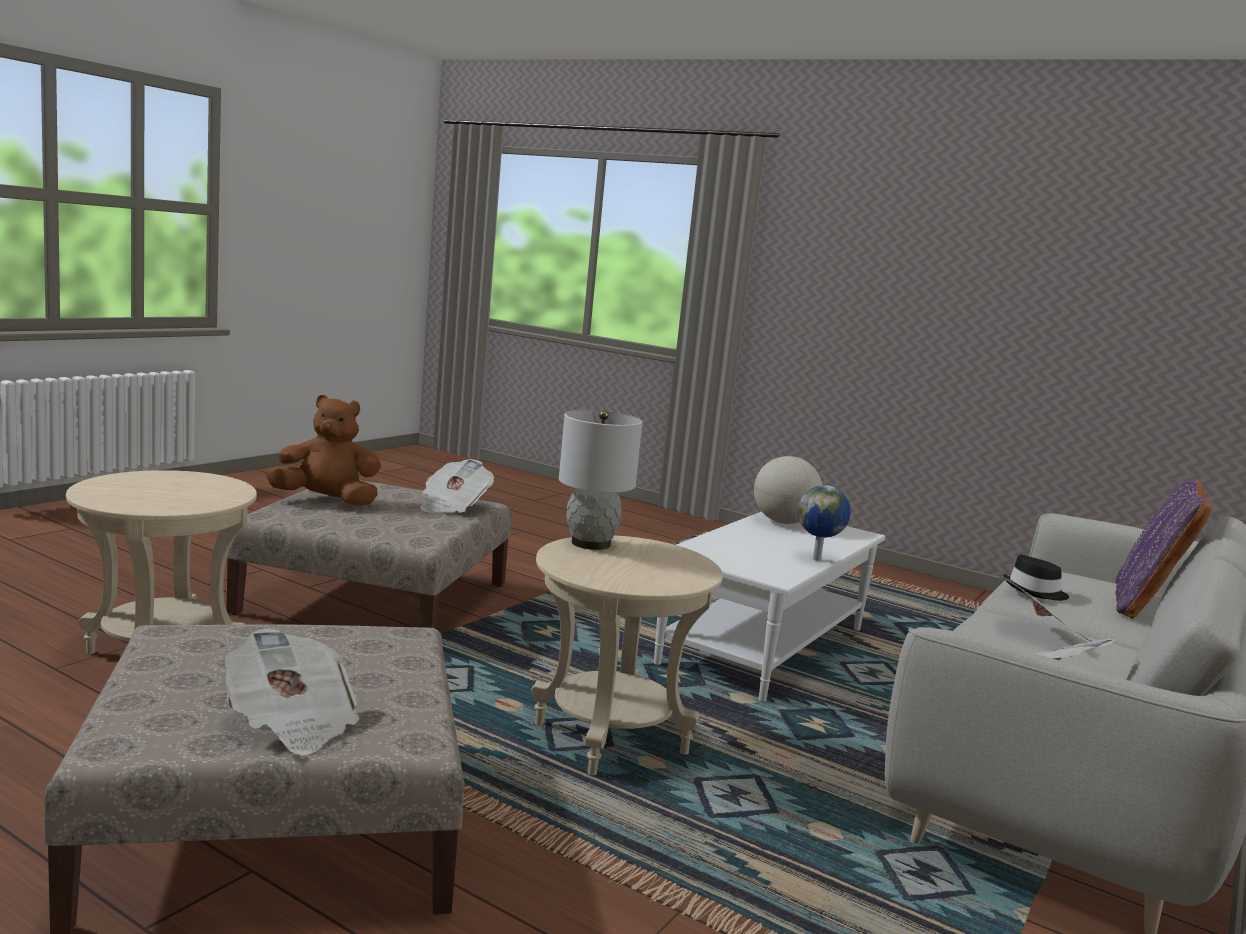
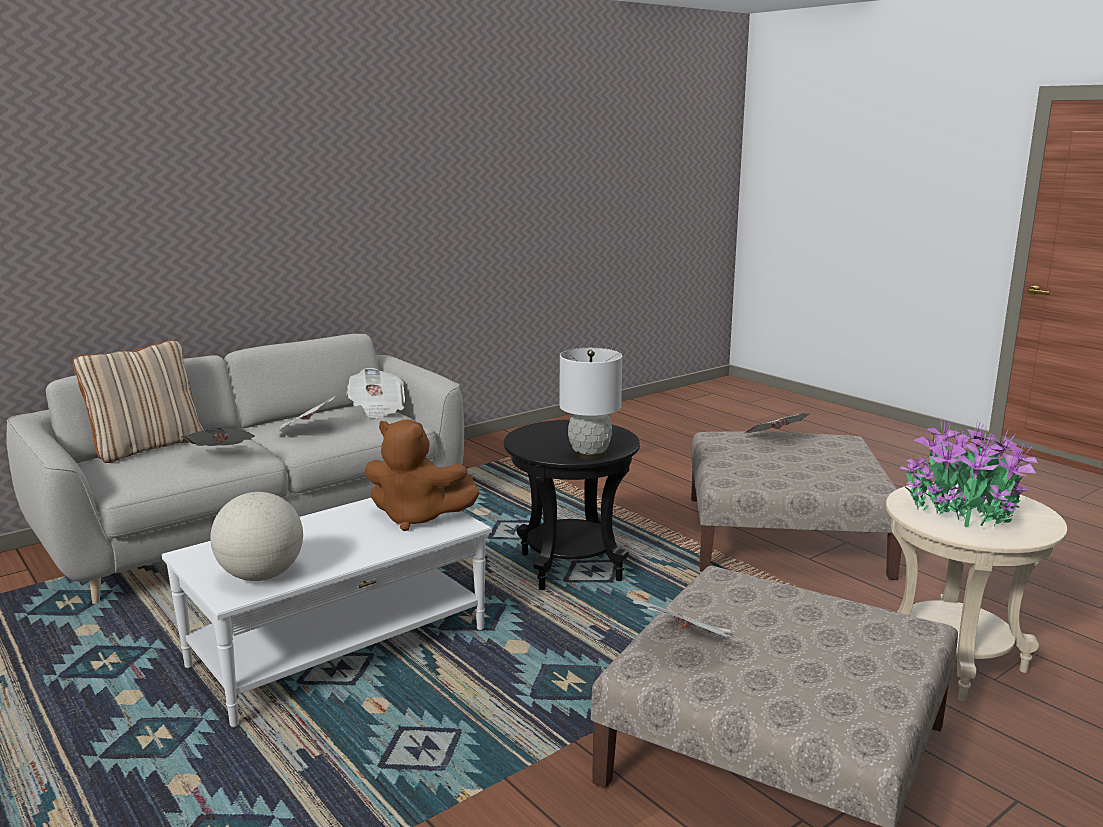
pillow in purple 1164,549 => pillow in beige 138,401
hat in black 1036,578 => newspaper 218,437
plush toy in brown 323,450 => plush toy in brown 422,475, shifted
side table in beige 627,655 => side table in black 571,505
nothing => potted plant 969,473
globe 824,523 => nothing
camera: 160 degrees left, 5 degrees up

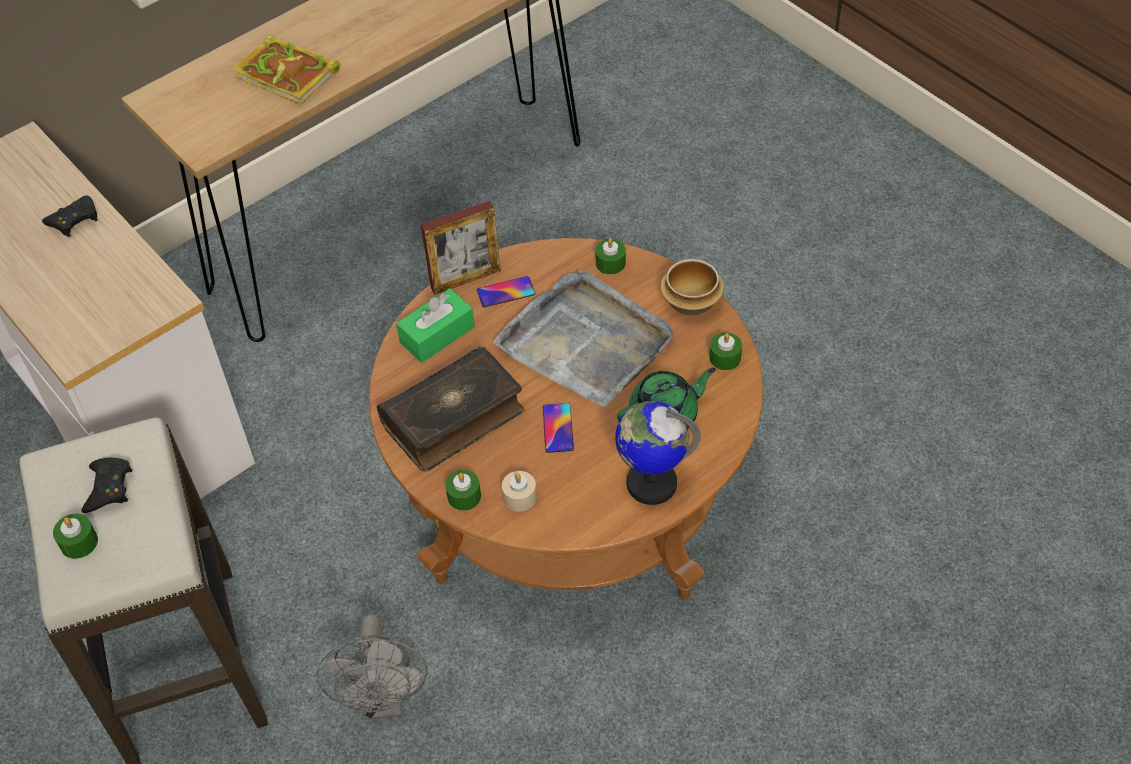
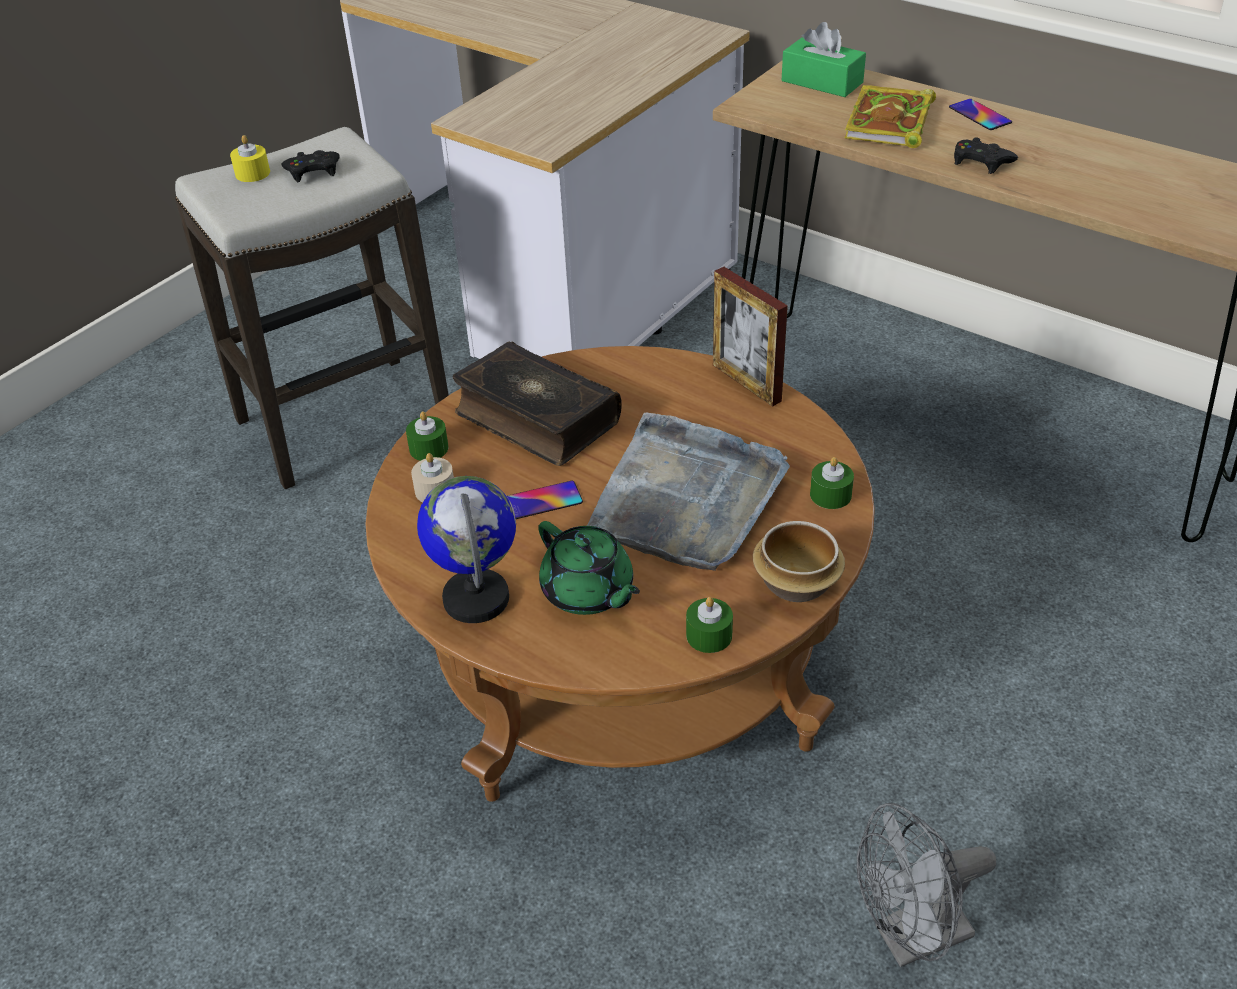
candle in green 75,536 => candle in yellow 250,158
tissue box in green 435,325 => tissue box in green 824,59, shifted
fan in grey 371,667 => fan in grey 926,885, shifted
phone 506,291 => phone 980,114, shifted
game controller in black 70,216 => game controller in black 986,156, shifted
camera: 75 degrees right, 10 degrees down

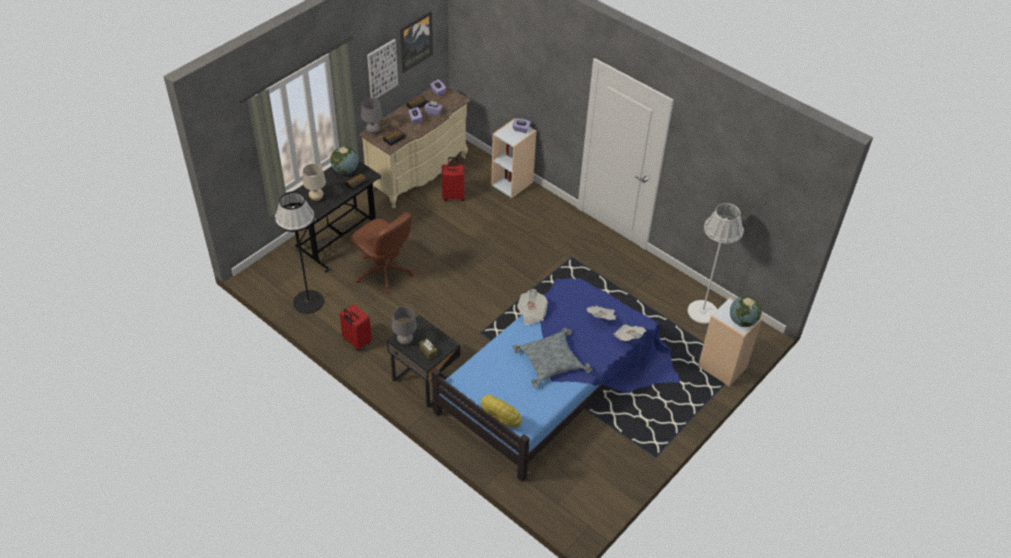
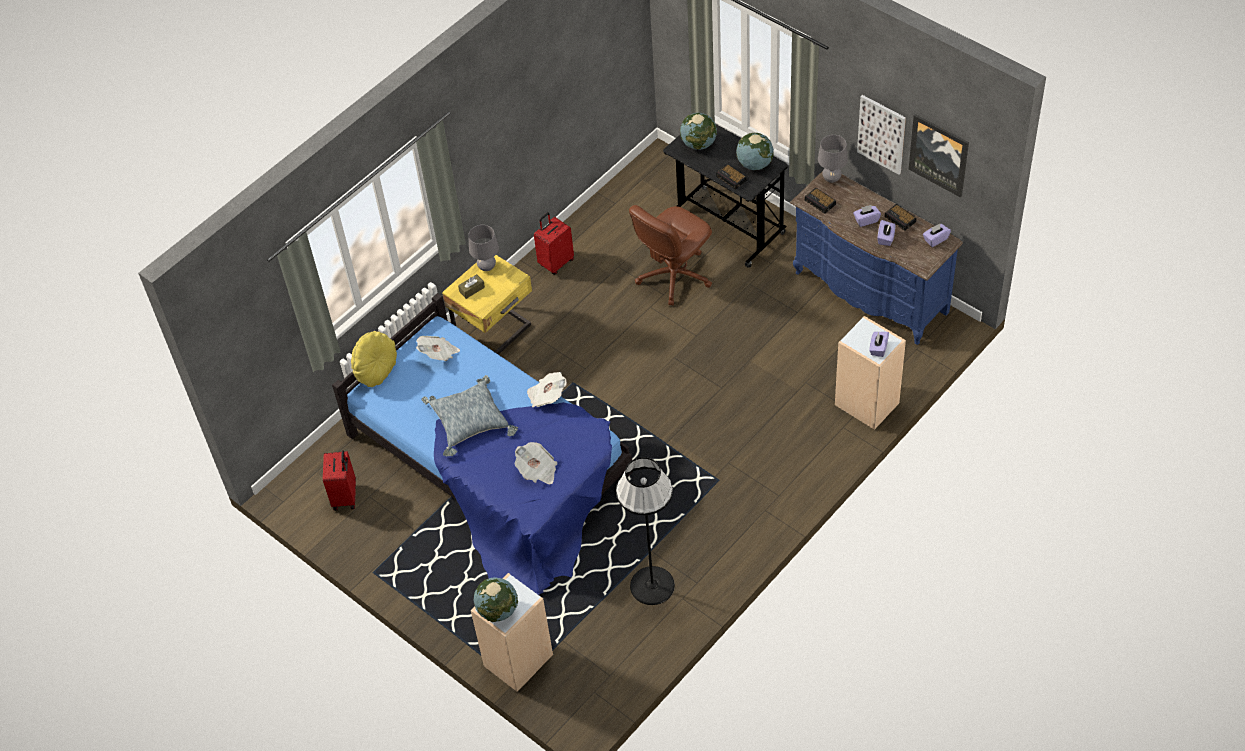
suitcase in red 453,179 => suitcase in red 339,480, shifted
newspaper 629,333 => newspaper 438,348, shifted
nightstand in black 423,361 => nightstand in yellow 487,305
floor lamp in black 299,252 => floor lamp in black 645,531, shifted
table lamp in beige 314,182 => globe 698,131
dresser in beige 415,146 => dresser in blue 876,258
floor lamp in white 716,263 => nothing
camera: 95 degrees right, 5 degrees up

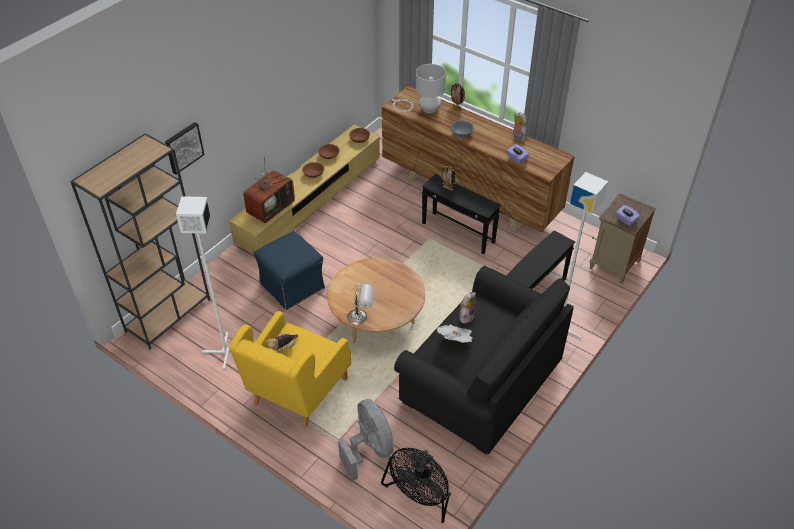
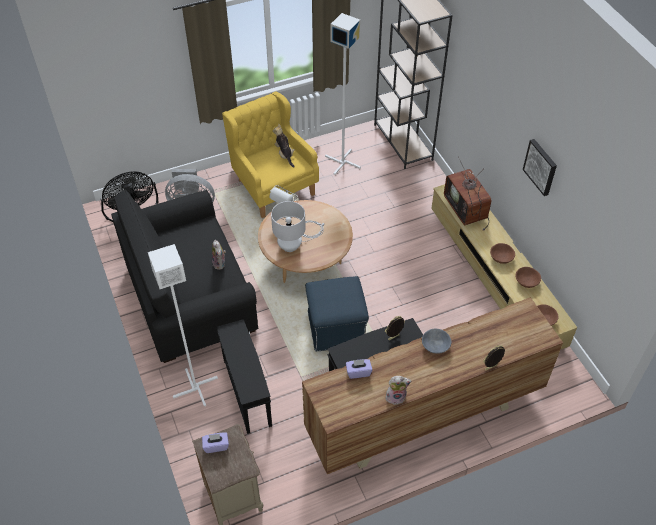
table lamp in white 419,89 => table lamp in white 297,226, shifted
ottoman in blue 289,270 => ottoman in blue 337,314, shifted
picture 185,148 => picture 540,167, shifted
newspaper 455,333 => nothing
camera: 120 degrees right, 5 degrees up

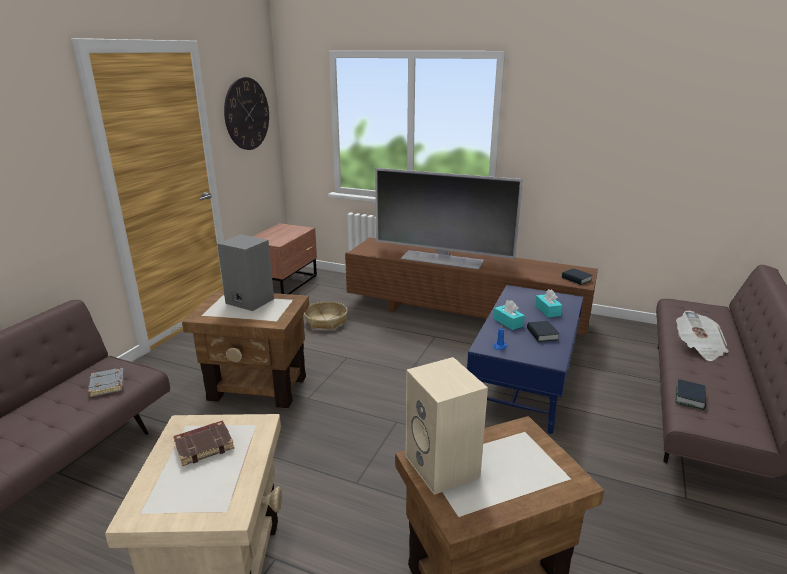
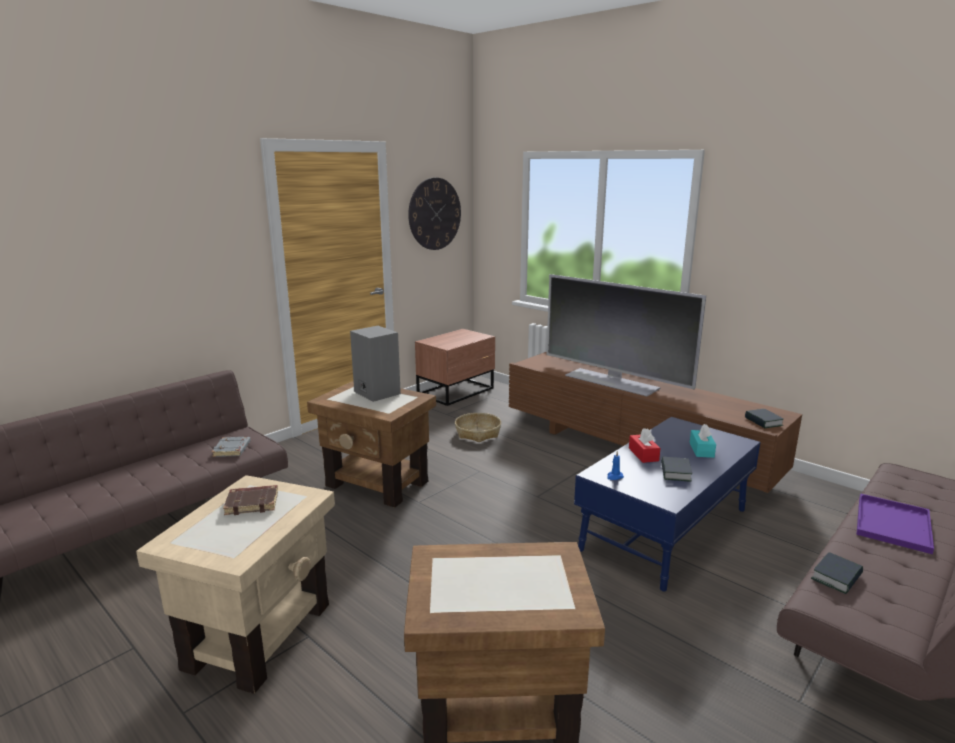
tissue box in turquoise 509,315 => tissue box in red 645,445
newspaper 702,336 => tray in purple 895,523
speaker in beige 446,426 => nothing
camera: 20 degrees right, 5 degrees down

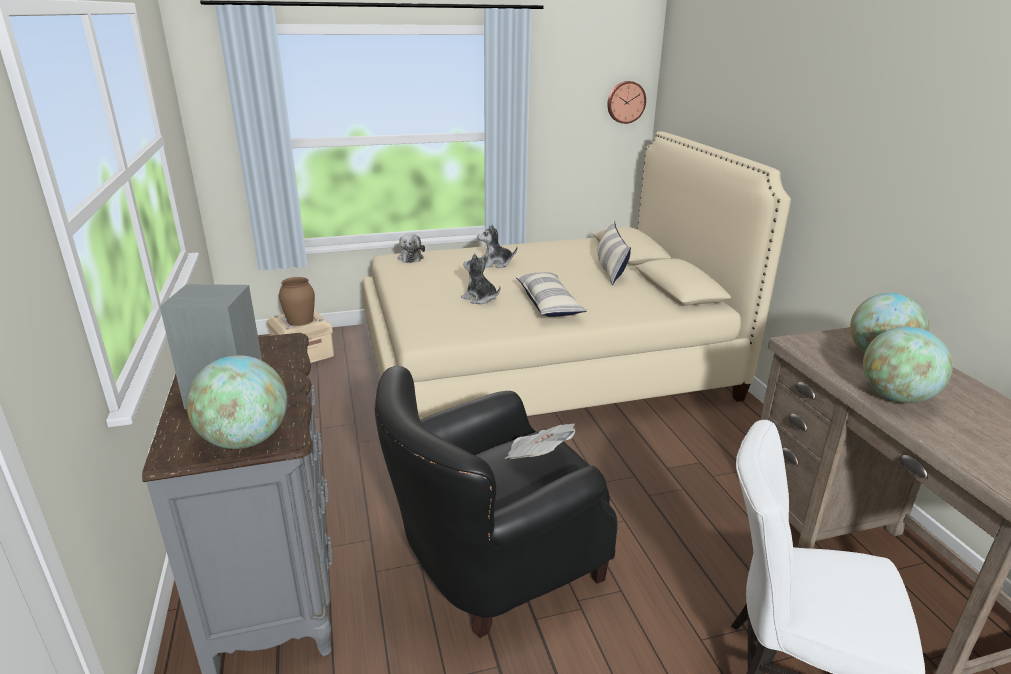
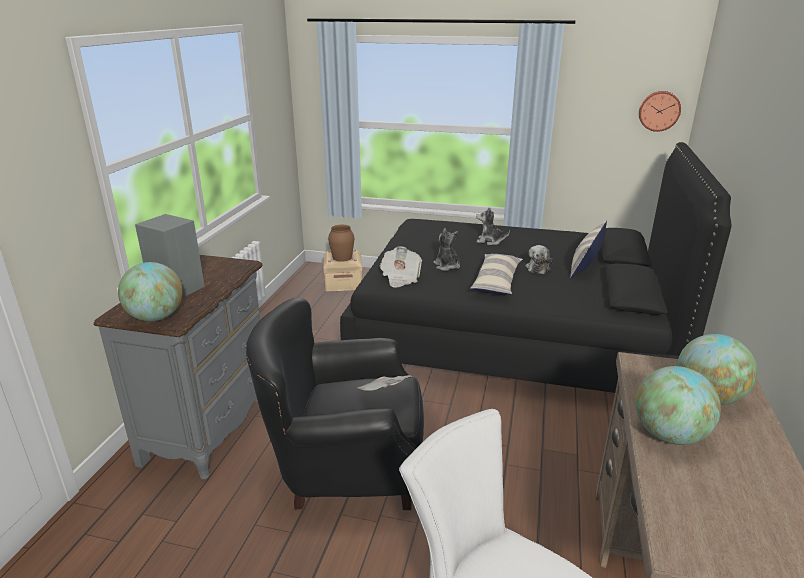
bed in beige 577,275 => bed in black 535,267
nothing => newspaper 401,267
plush toy 411,248 => plush toy 539,259, shifted
camera: 30 degrees right, 0 degrees up

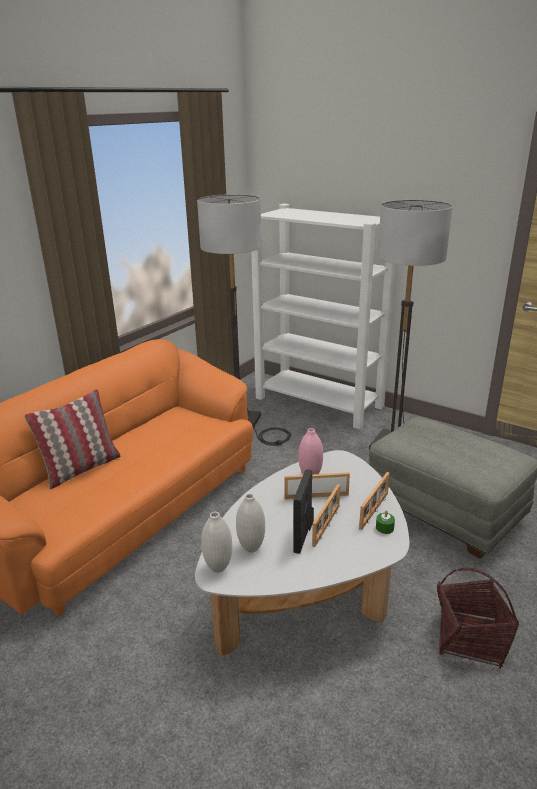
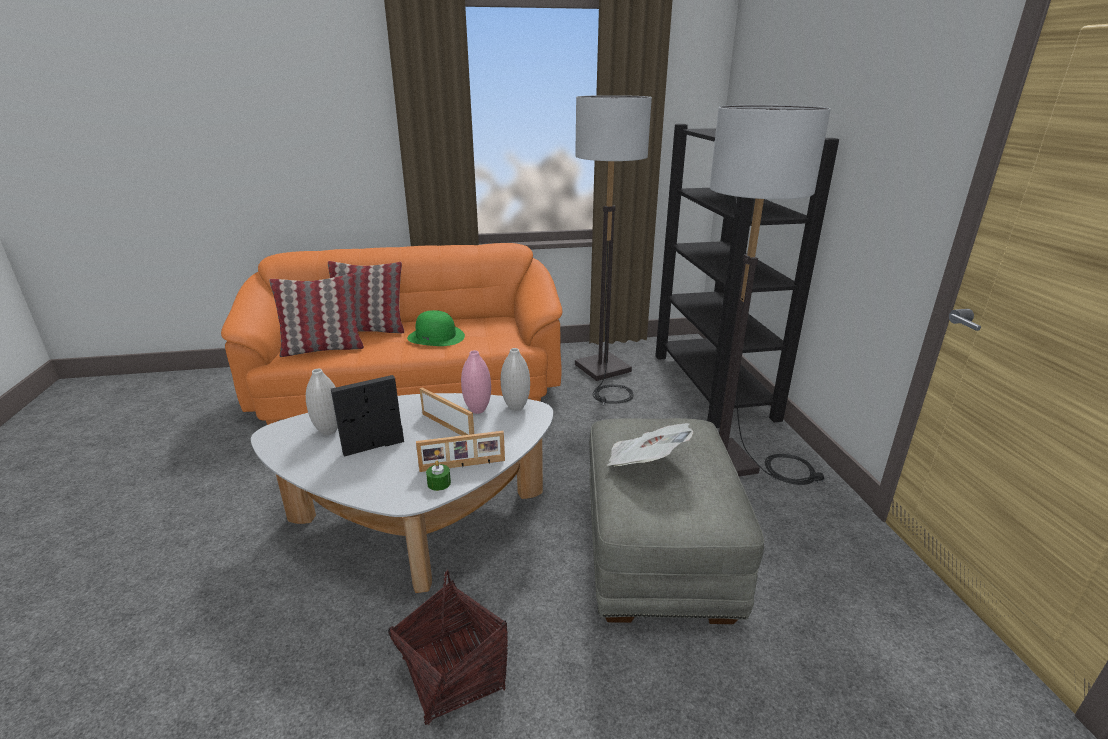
nothing => pillow 316,315
nothing => hat in green 436,328
vase in white 216,542 => vase in white 515,379, shifted
nothing => newspaper 650,444
bookcase in white 323,316 => bookcase in black 747,276
picture frame 326,515 => nothing
camera: 45 degrees right, 0 degrees up

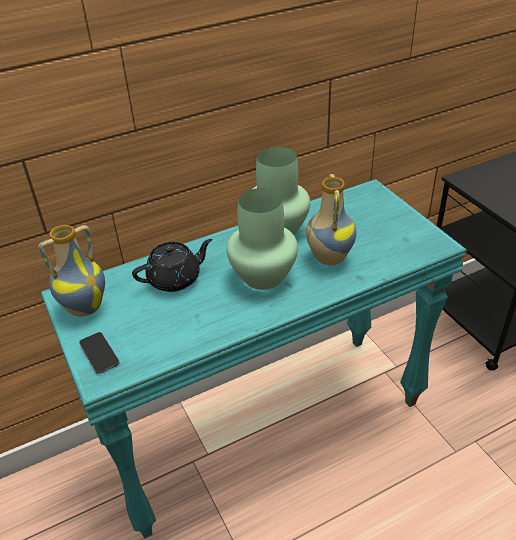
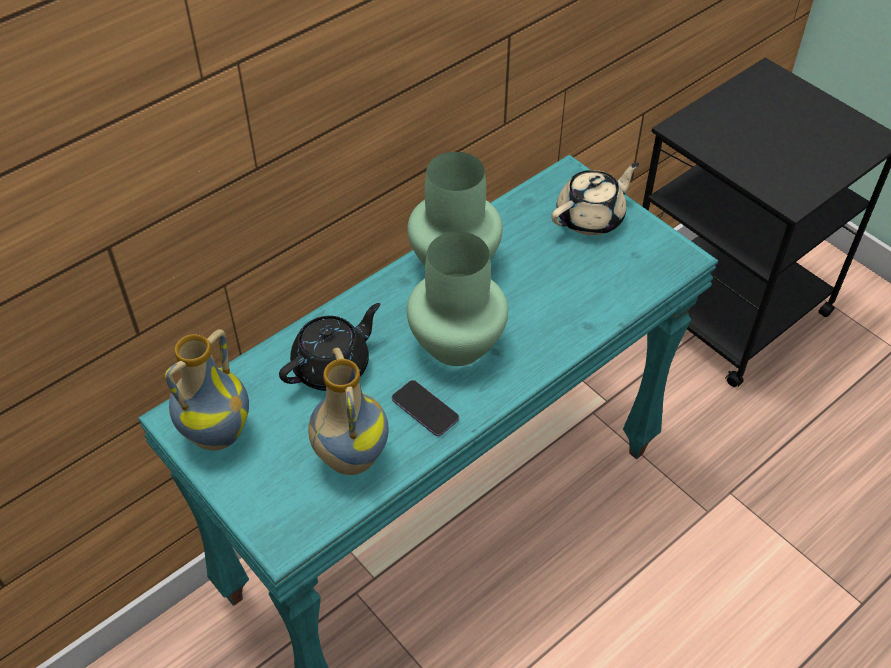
vase 331,219 => vase 348,411, shifted
phone 99,353 => phone 425,408, shifted
nothing => teapot in beige 595,198
camera: 15 degrees left, 10 degrees up

